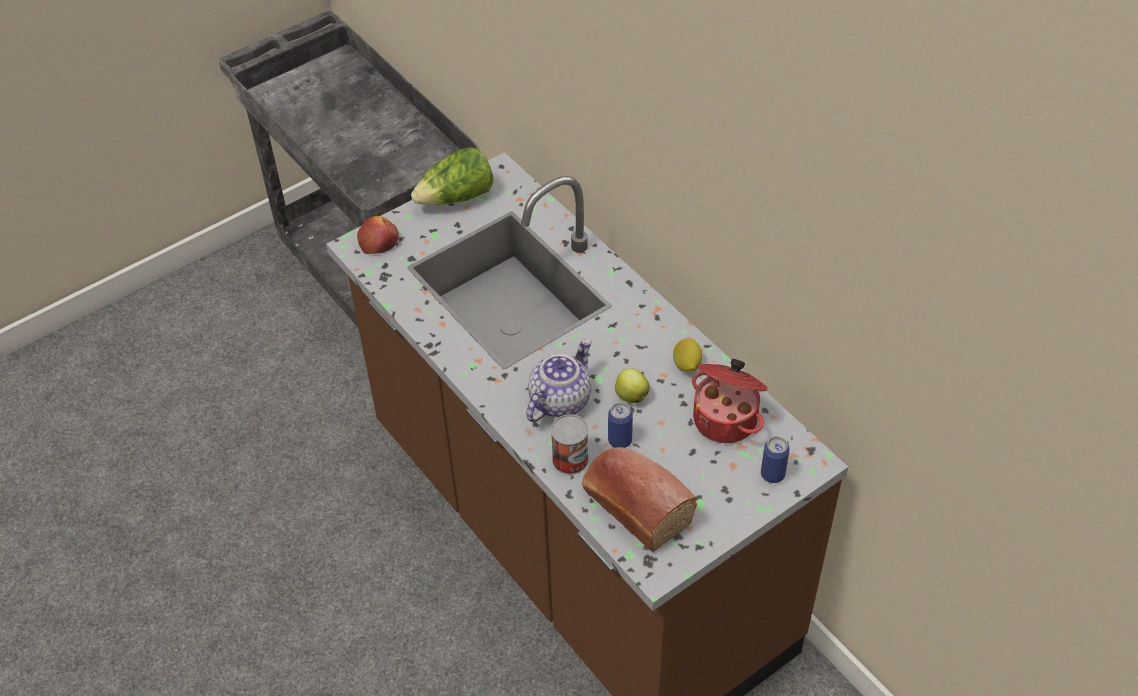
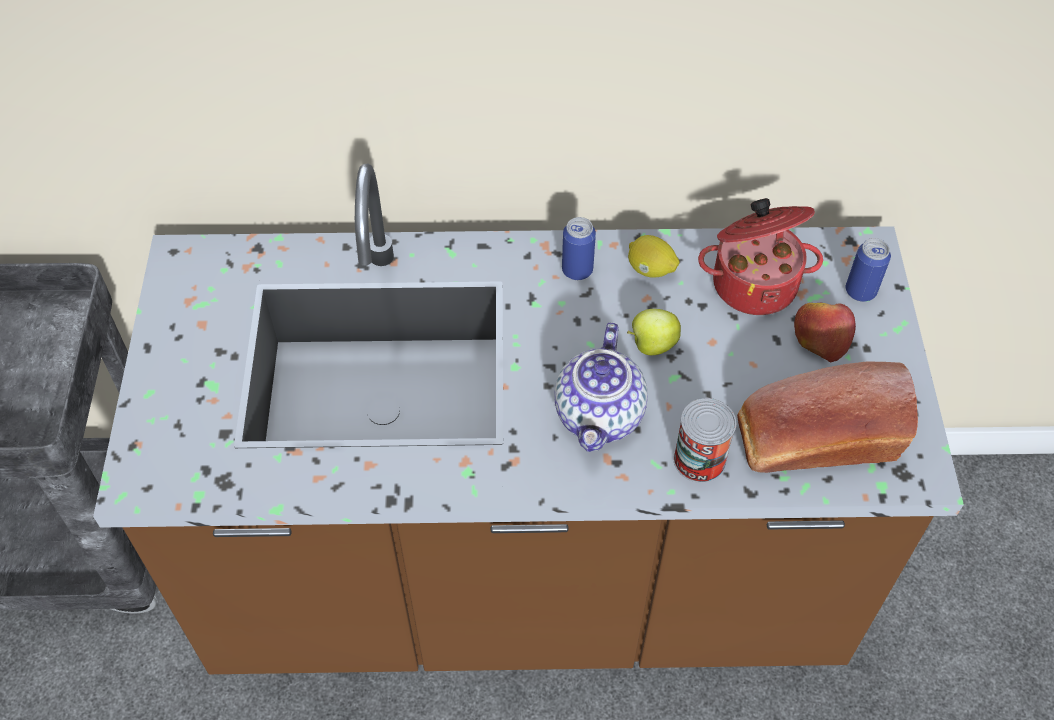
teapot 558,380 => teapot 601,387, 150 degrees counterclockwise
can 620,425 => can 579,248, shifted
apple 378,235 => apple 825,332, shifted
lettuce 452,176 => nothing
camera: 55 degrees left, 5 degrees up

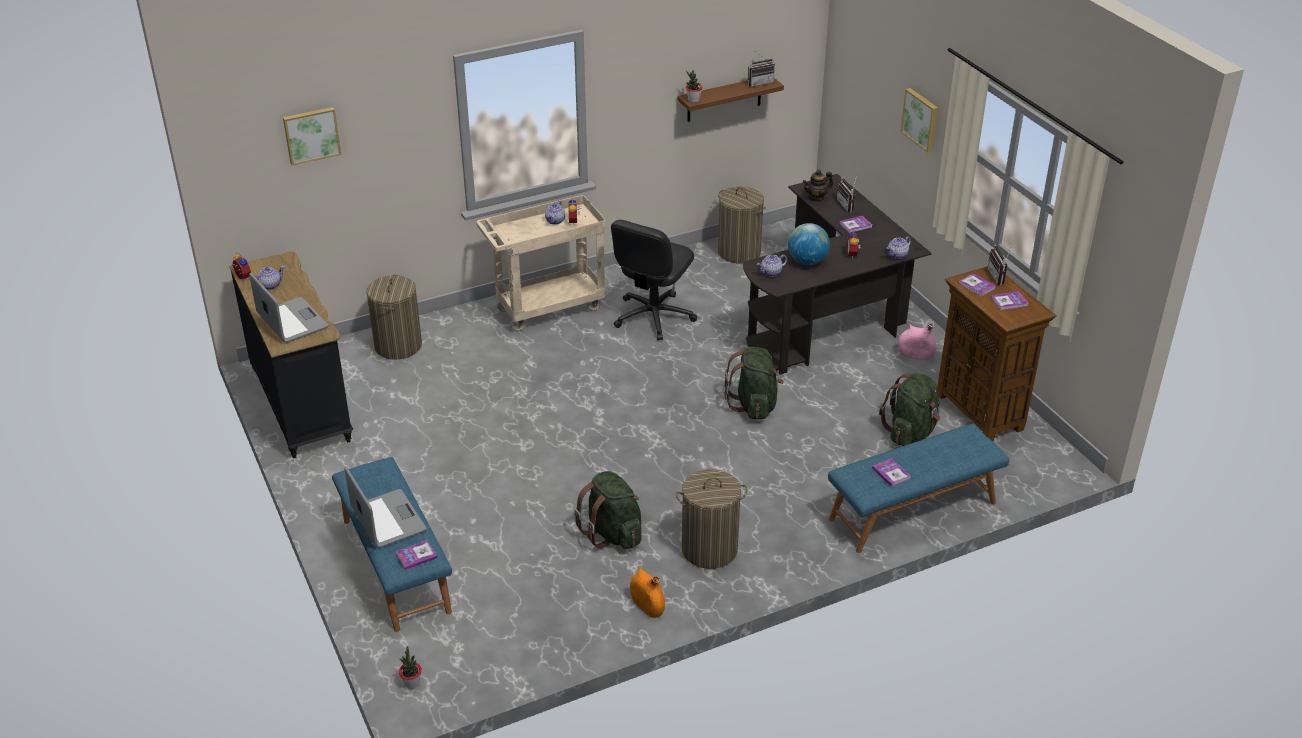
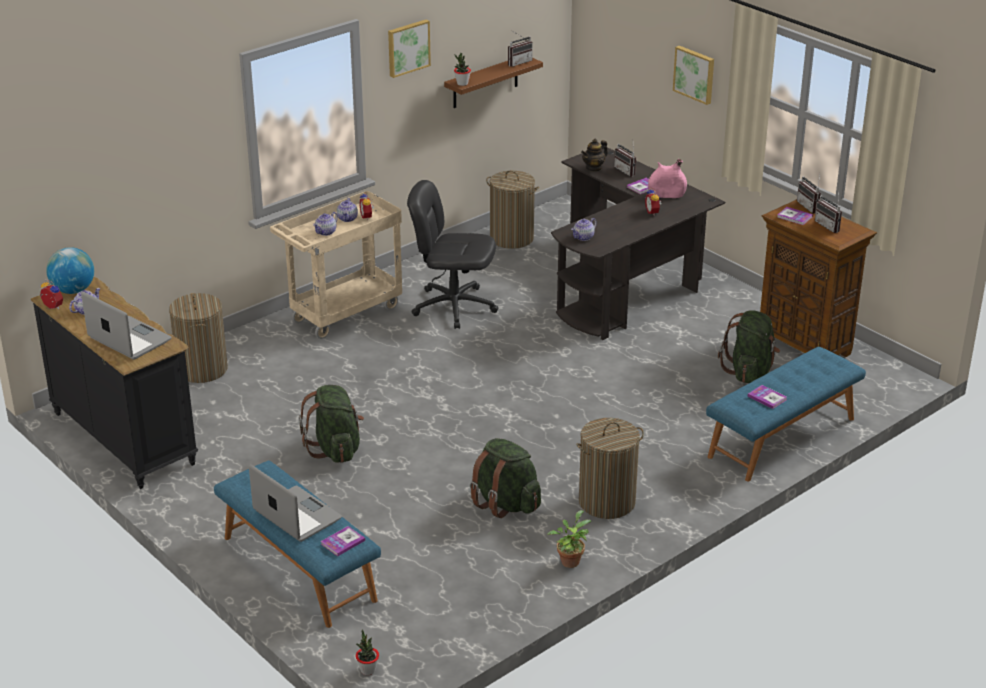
globe 809,244 => globe 70,270, shifted
backpack in green 754,383 => backpack in green 331,424, shifted
teapot 899,247 => teapot 325,224, shifted
picture 312,136 => picture 409,49, shifted
office chair in black 654,280 => office chair in black 452,254, 90 degrees clockwise
vase in orange 647,592 => potted plant 569,539
vase in pink 917,341 => vase in pink 667,178, shifted
book 1009,300 => radio 828,211
camera: 15 degrees left, 5 degrees down

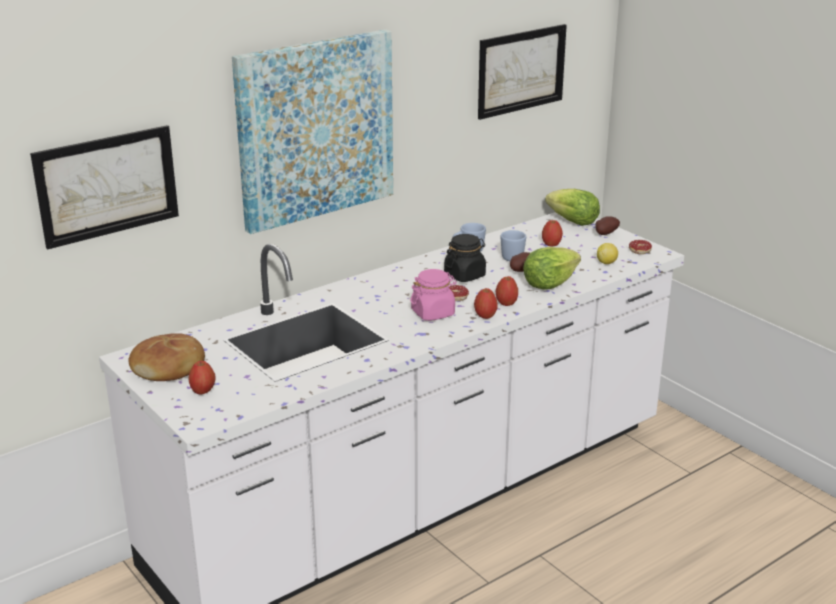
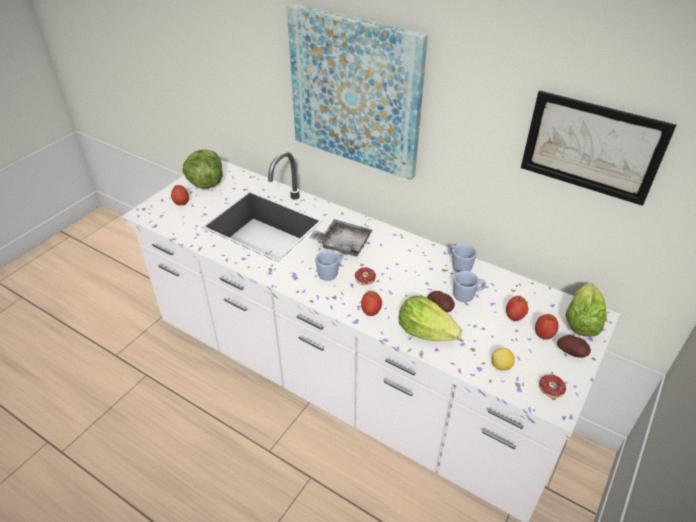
bread 166,357 => lettuce 203,169
nothing => tray in grey 341,238
jar in pink 433,295 => mug in blue 329,265
apple 486,303 => apple 547,327, shifted
picture 104,187 => nothing
jar in black 465,258 => nothing
camera: 70 degrees right, 15 degrees up

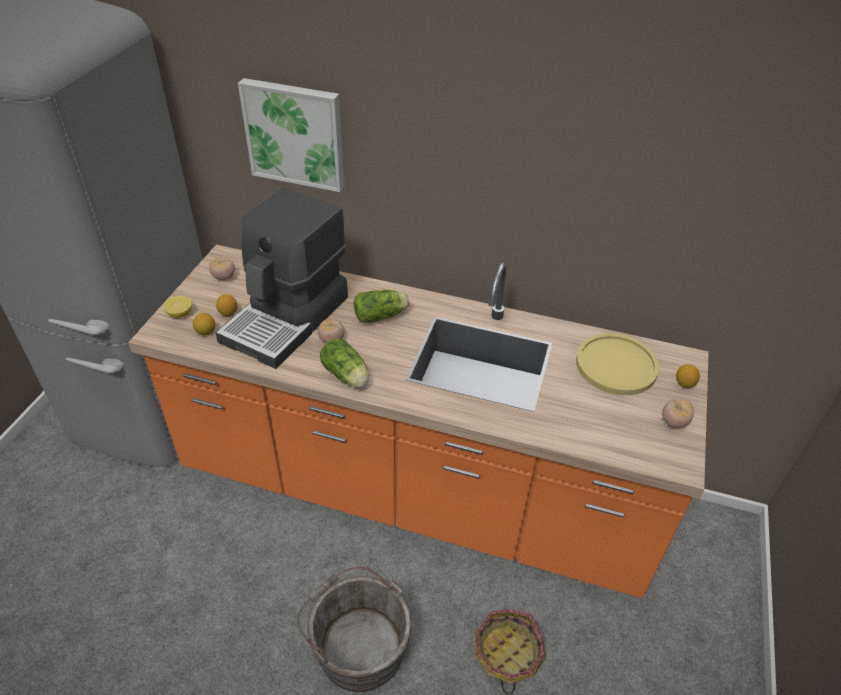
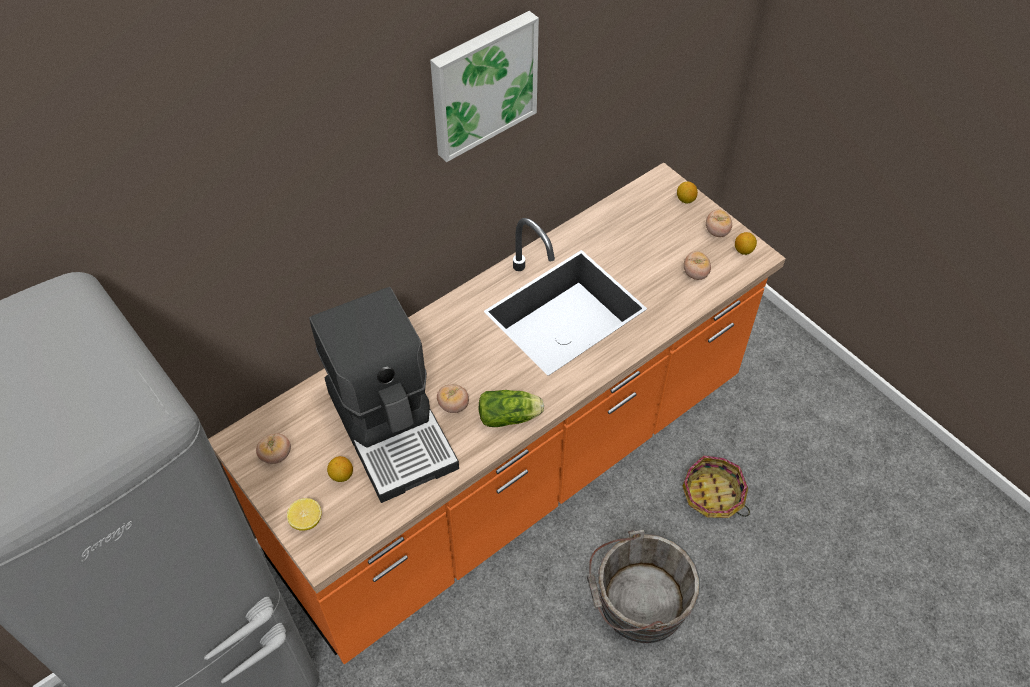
picture 291,135 => picture 484,86, shifted
nothing => tomato 697,265
lemon 204,324 => lemon 746,243, shifted
lettuce 382,306 => nothing
plate in yellow 617,364 => nothing
camera: 55 degrees left, 10 degrees up

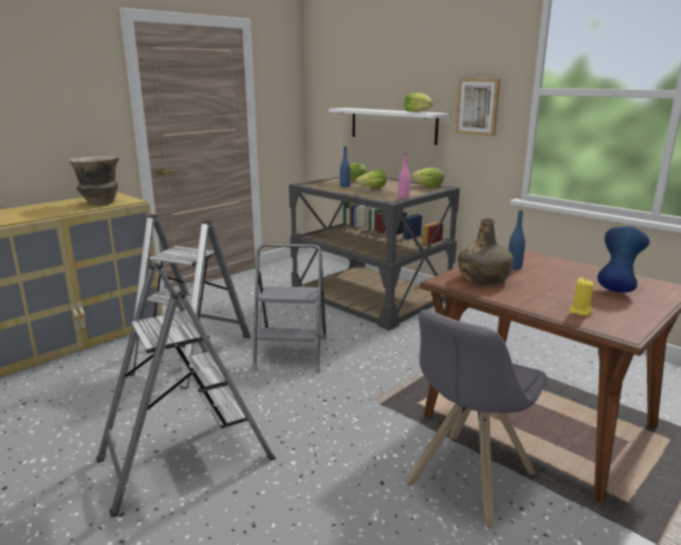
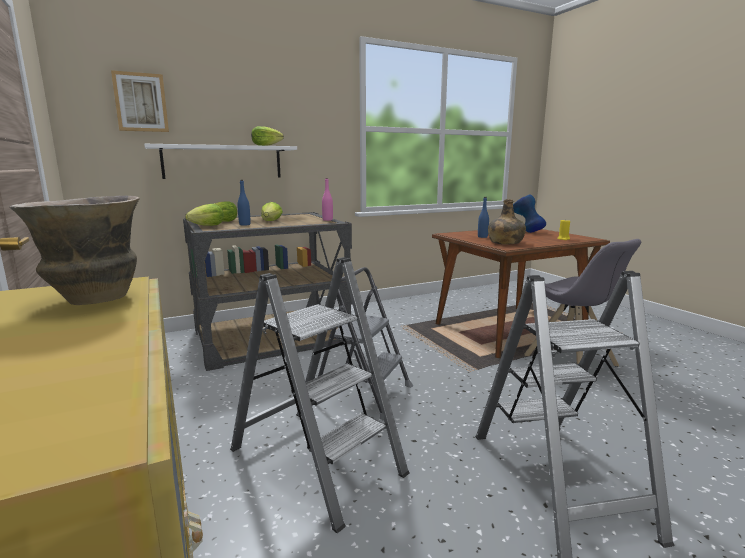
picture 477,107 => picture 140,101, shifted
lettuce 427,177 => lettuce 204,215, shifted
camera: 70 degrees left, 5 degrees down

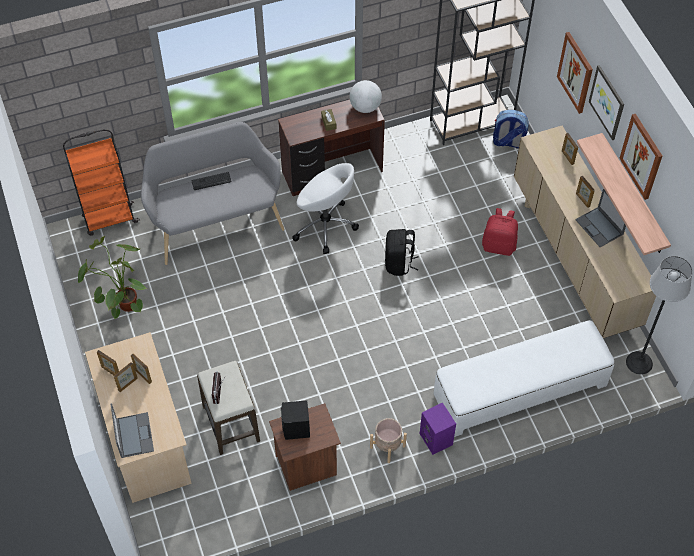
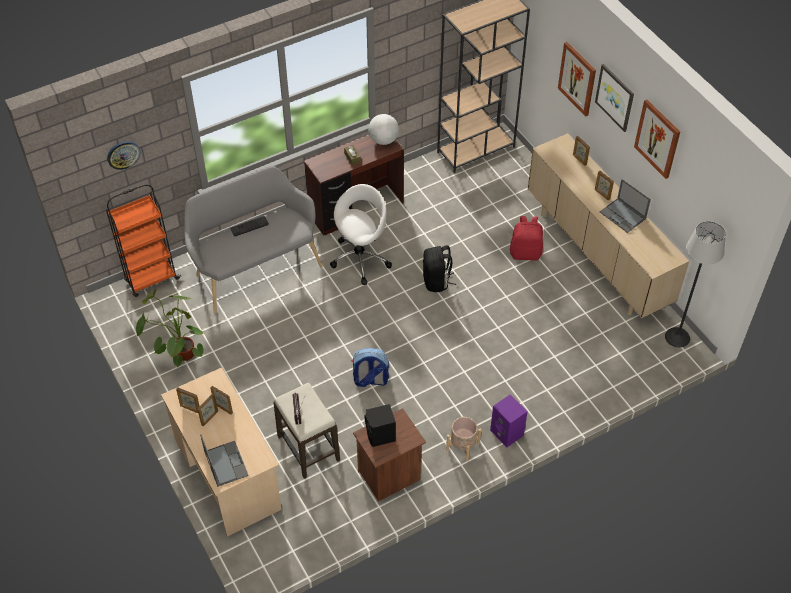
nothing => wall clock 123,155
office chair in white 325,208 => office chair in white 361,234, 60 degrees counterclockwise
backpack 511,129 => backpack 370,367, shifted
bench in white 523,378 => nothing
shelf 624,194 => nothing
camera: 10 degrees left, 5 degrees down

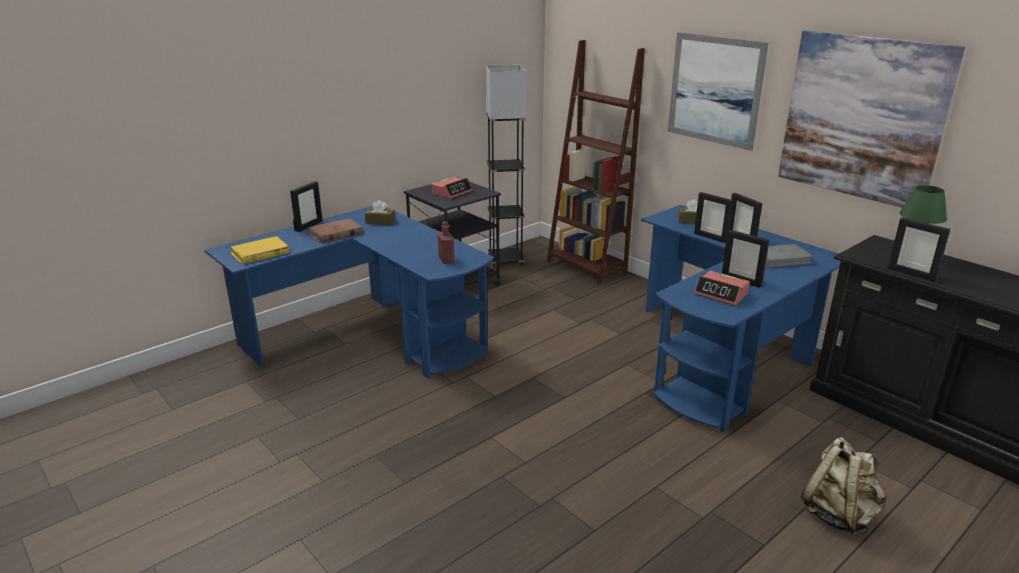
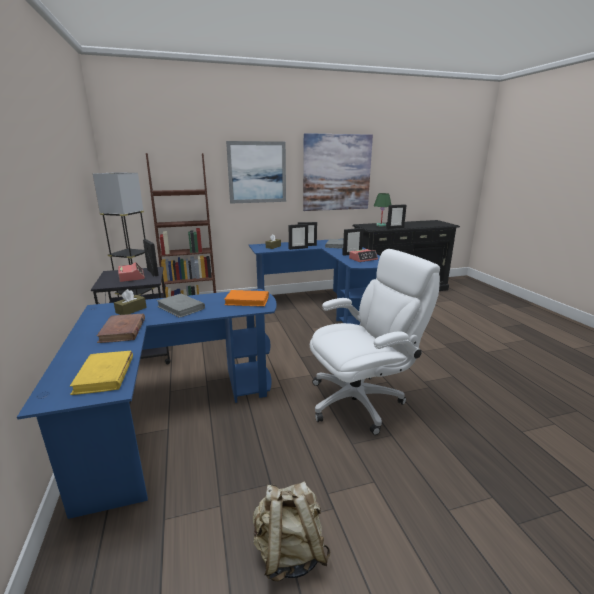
picture frame 306,206 => picture frame 151,257, shifted
nothing => book in grey 181,306
bottle in red 446,242 => book in orange 246,298
backpack in beige 843,486 => backpack in beige 292,531, shifted
nothing => office chair in white 375,342
camera: 65 degrees left, 5 degrees down

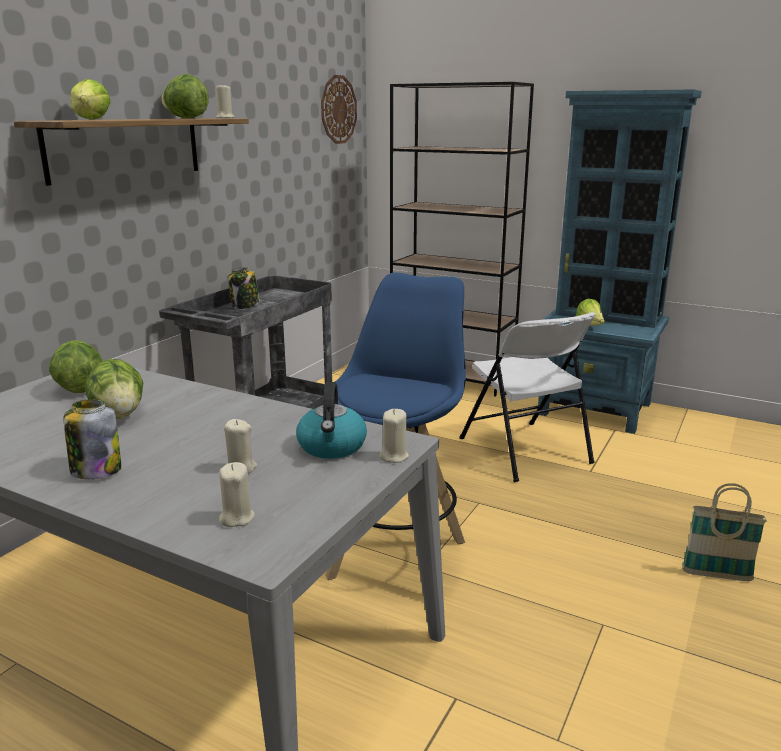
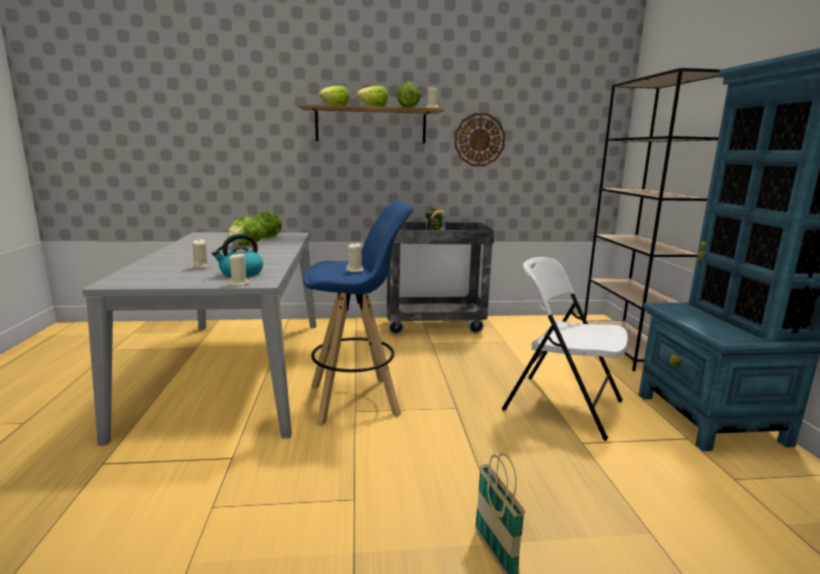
candle in beige 236,494 => candle in beige 355,257, shifted
lettuce 590,312 => lettuce 372,96, shifted
wall clock 339,109 => wall clock 479,139, shifted
chair in white 527,397 => chair in white 565,349, 90 degrees clockwise
jar 92,439 => nothing
camera: 55 degrees right, 5 degrees down

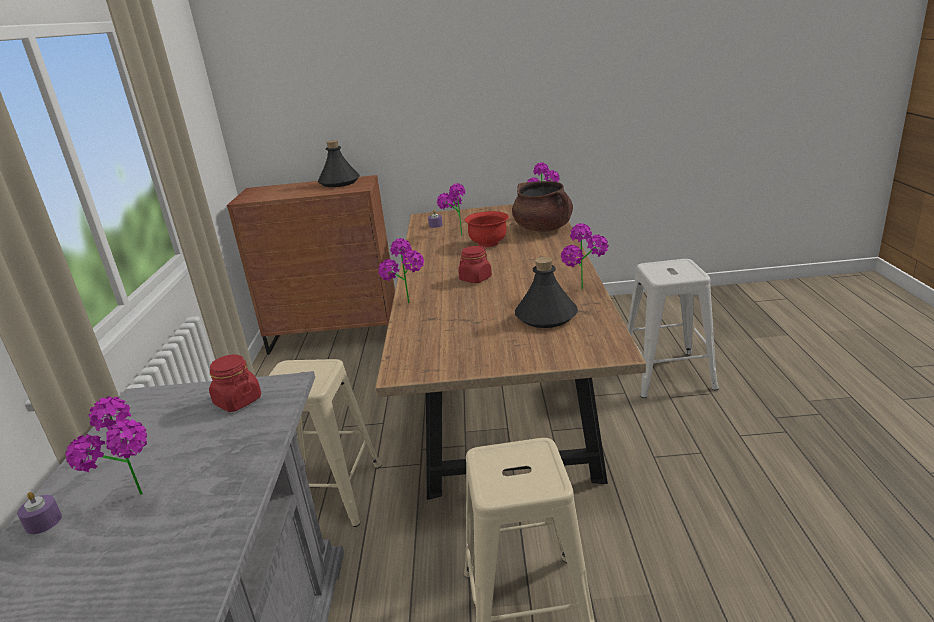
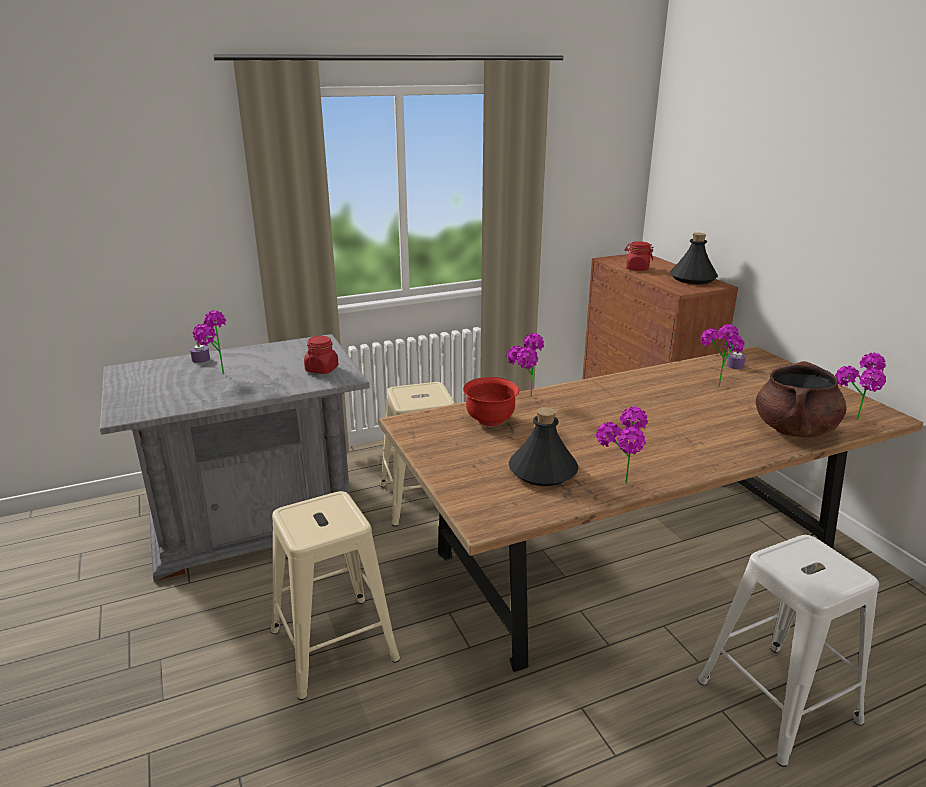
bowl in red 487,229 => bowl in red 491,401, shifted
jar in red 475,264 => jar in red 639,256, shifted
camera: 65 degrees right, 0 degrees up

